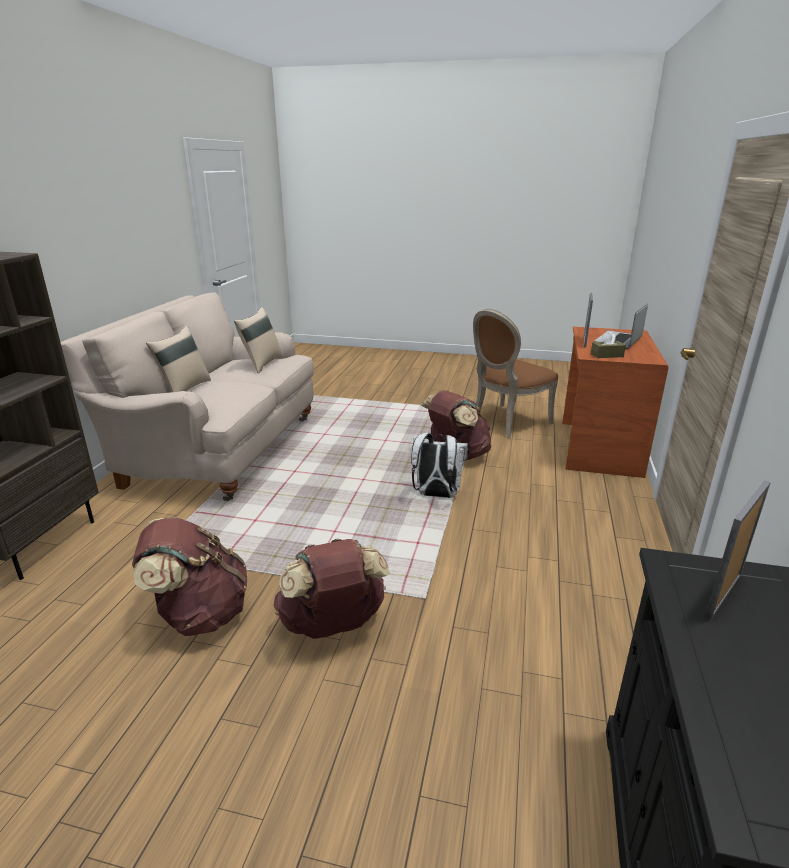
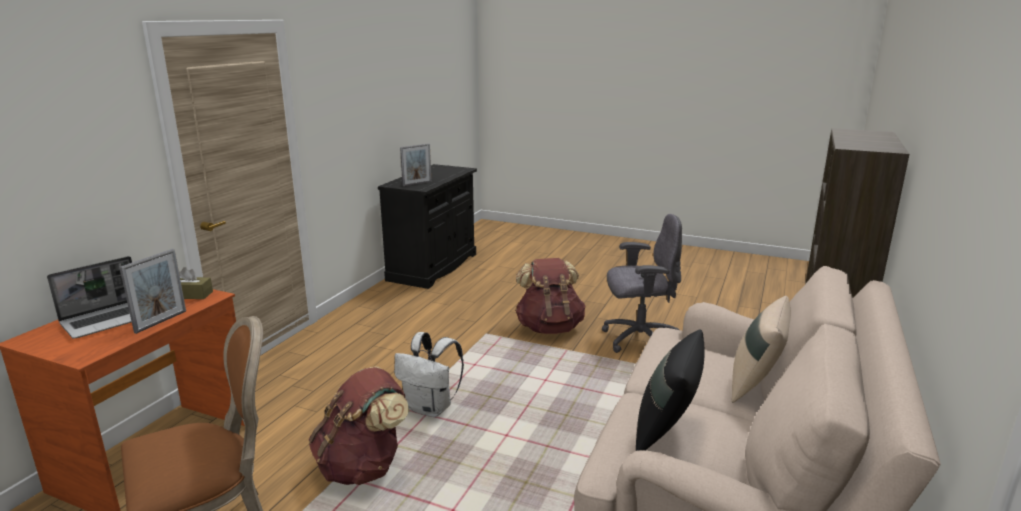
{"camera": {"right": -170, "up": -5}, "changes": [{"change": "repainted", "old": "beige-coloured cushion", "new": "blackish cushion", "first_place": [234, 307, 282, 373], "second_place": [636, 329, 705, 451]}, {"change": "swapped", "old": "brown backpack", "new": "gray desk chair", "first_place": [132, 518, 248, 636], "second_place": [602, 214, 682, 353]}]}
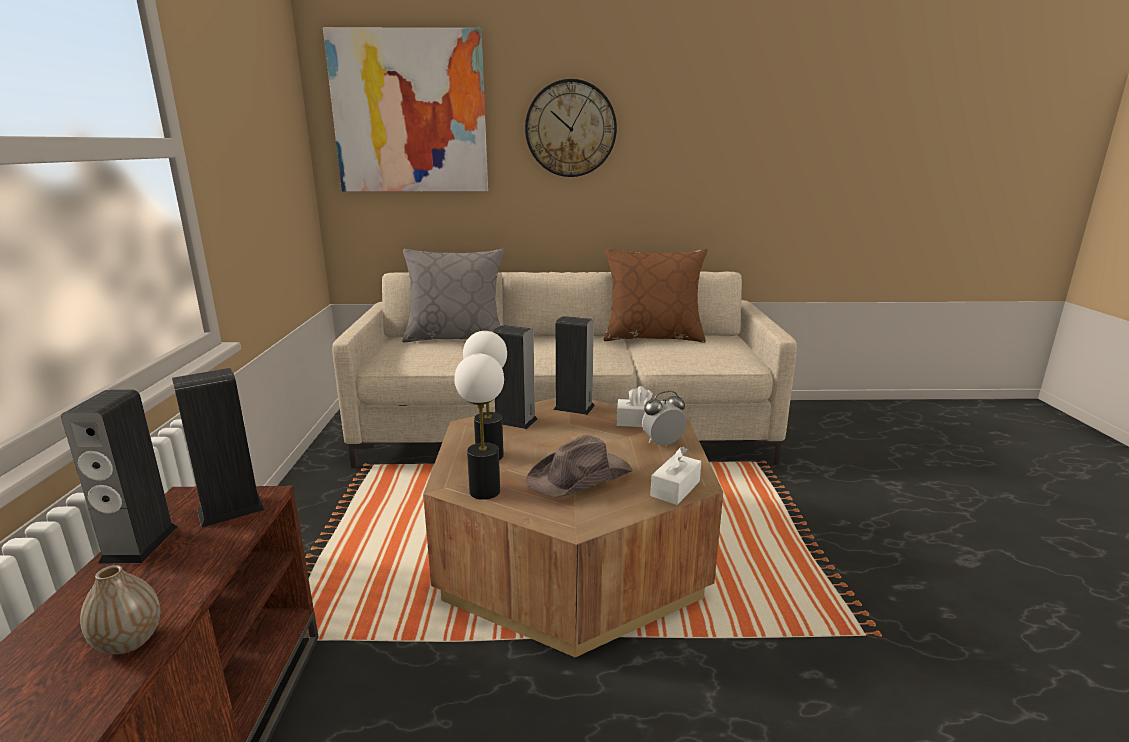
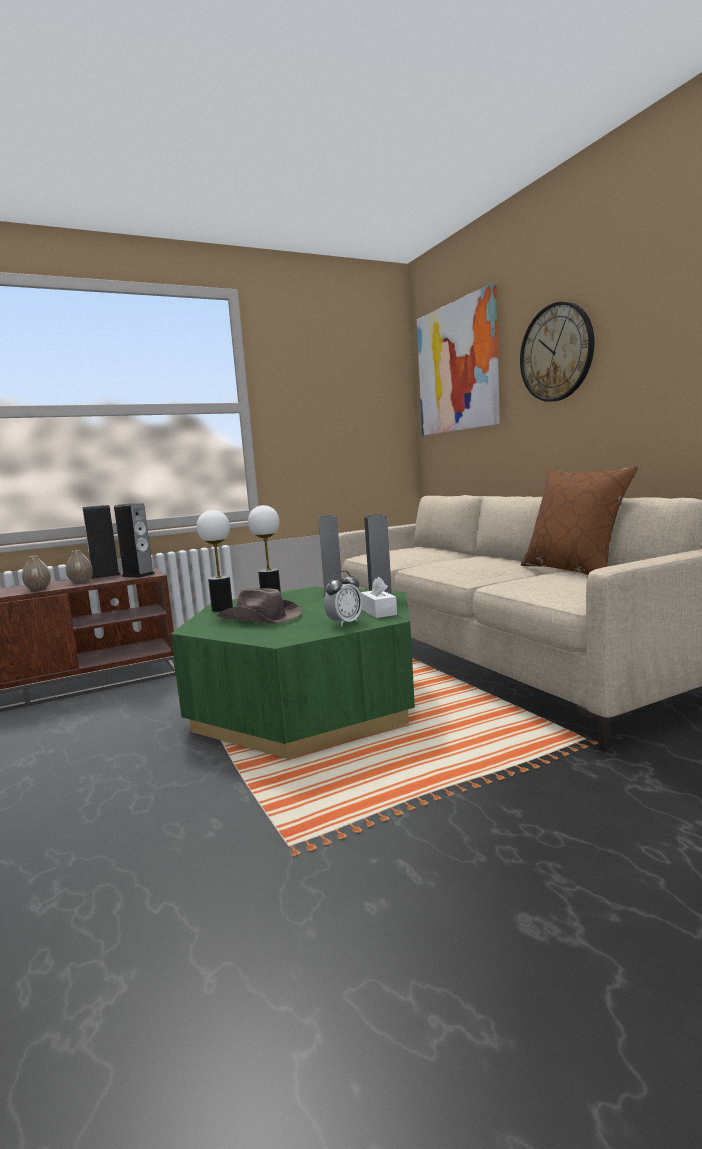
{"camera": {"right": 65, "up": -10}, "changes": [{"change": "gone", "old": "gray cushion", "first_place": [402, 249, 505, 343]}, {"change": "rotated", "old": "bedside clock", "first_place": [642, 391, 687, 446], "second_place": [324, 571, 362, 627], "degrees": 90}, {"change": "repainted", "old": "brown coffee table", "new": "green coffee table", "first_place": [423, 398, 723, 657], "second_place": [171, 586, 415, 759]}, {"change": "gone", "old": "white box of tissues", "first_place": [650, 447, 701, 505]}, {"change": "new", "new": "decorative vase", "second_place": [66, 550, 93, 584]}]}
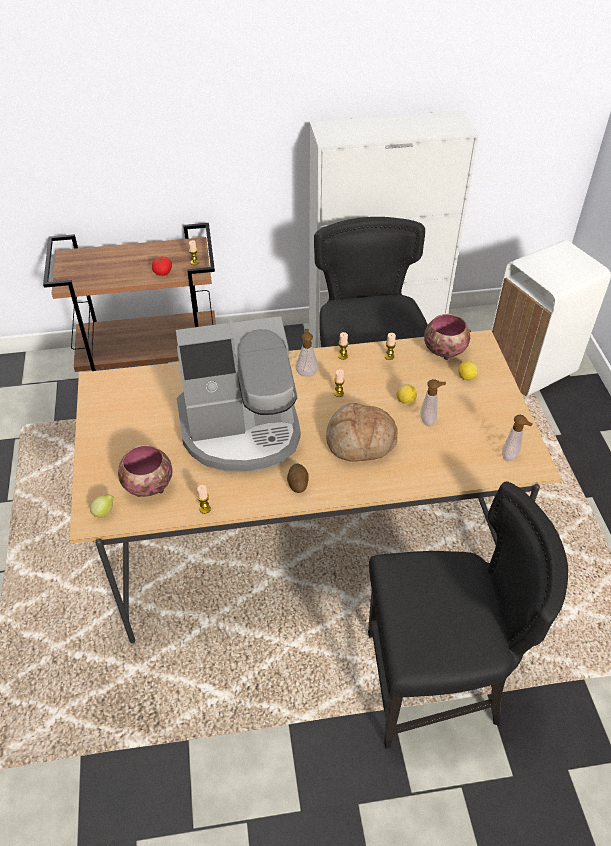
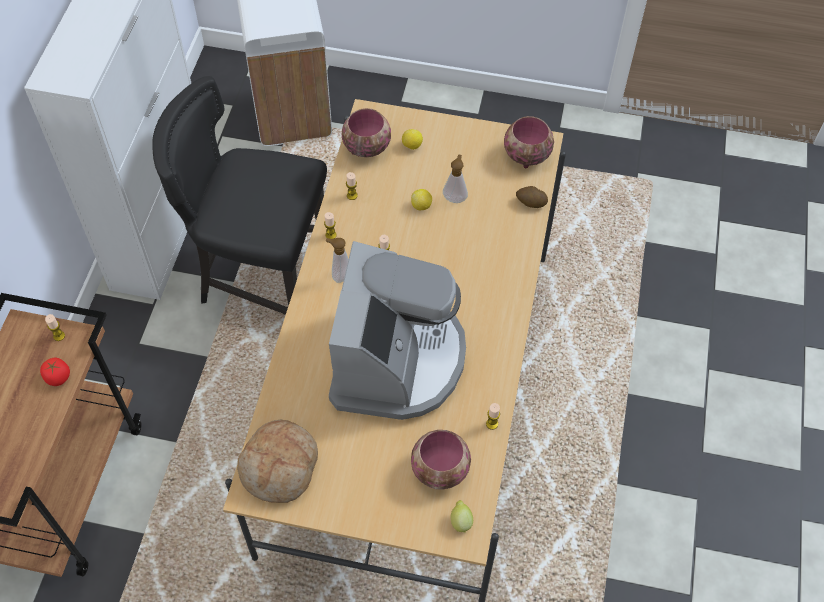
{"camera": {"right": -70, "up": 10}, "changes": [{"change": "shifted", "old": "baked bread", "first_place": [326, 403, 398, 462], "second_place": [237, 420, 318, 503]}, {"change": "swapped", "old": "soap dispenser", "new": "deep dish", "first_place": [502, 415, 533, 461], "second_place": [504, 116, 554, 168]}, {"change": "shifted", "old": "spud", "first_place": [287, 464, 309, 493], "second_place": [516, 186, 548, 208]}, {"change": "gone", "old": "blackish upright chair", "first_place": [368, 481, 568, 749]}]}
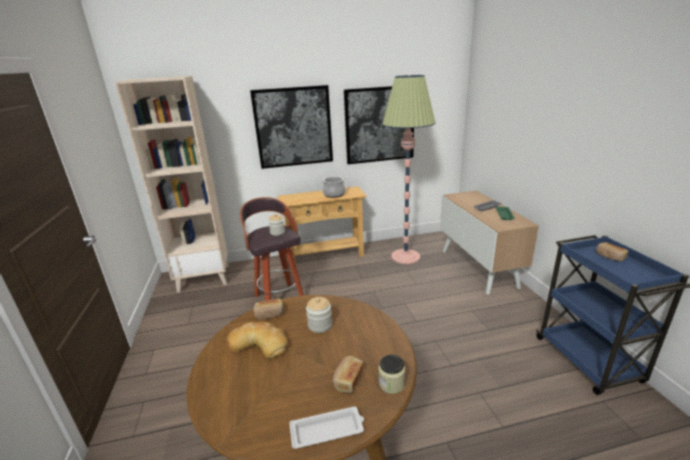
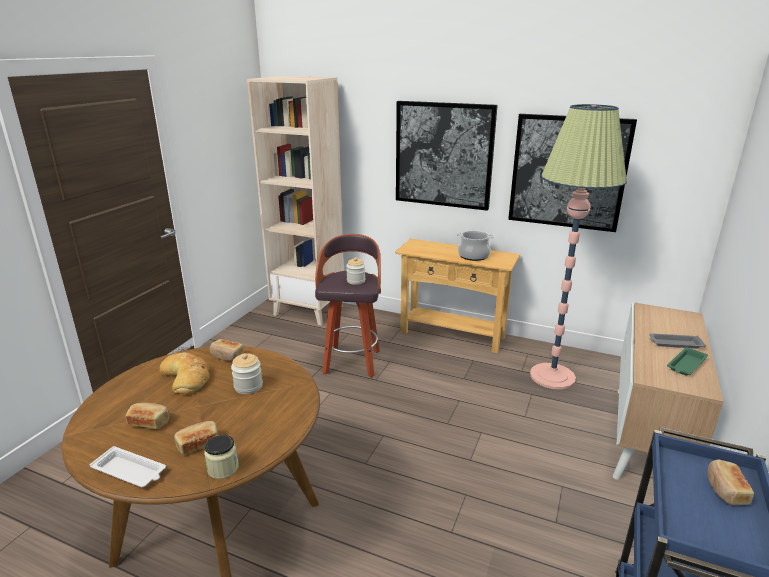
{"camera": {"right": 35, "up": 0}, "changes": [{"change": "new", "new": "baked bread", "second_place": [125, 403, 170, 429]}]}
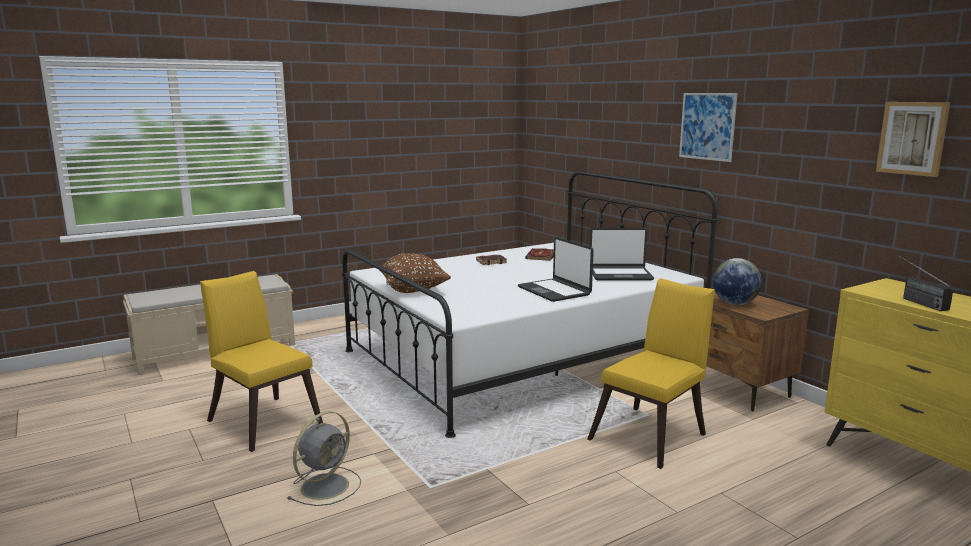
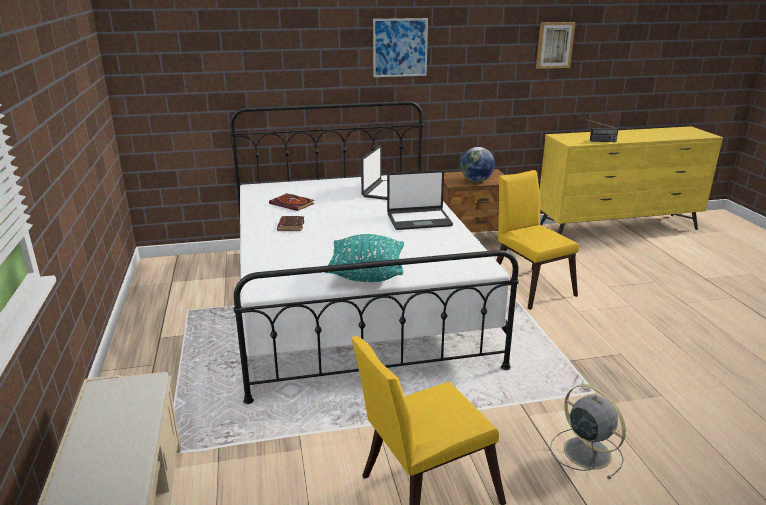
{"camera": {"right": -70, "up": 10}, "changes": [{"change": "repainted", "old": "brown cushion", "new": "turquoise-coloured cushion", "first_place": [379, 253, 451, 293], "second_place": [325, 234, 404, 282]}]}
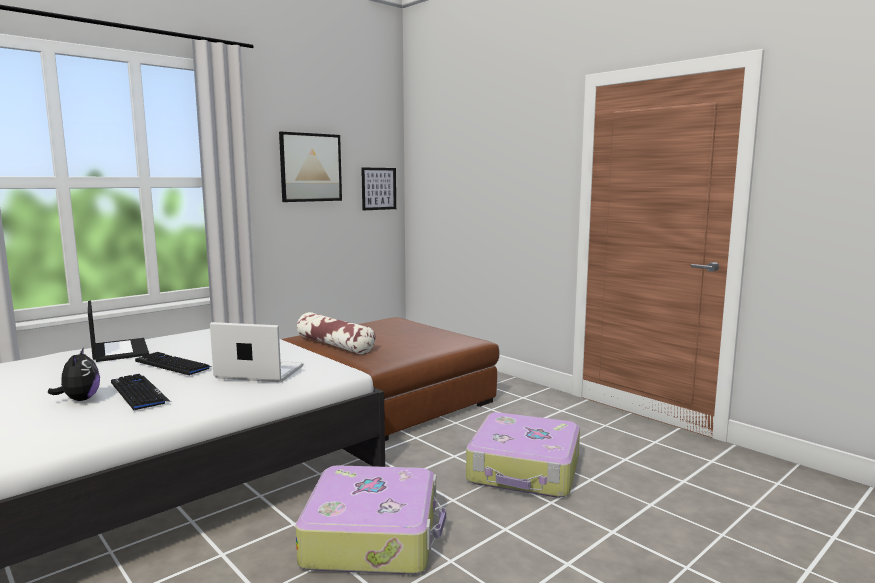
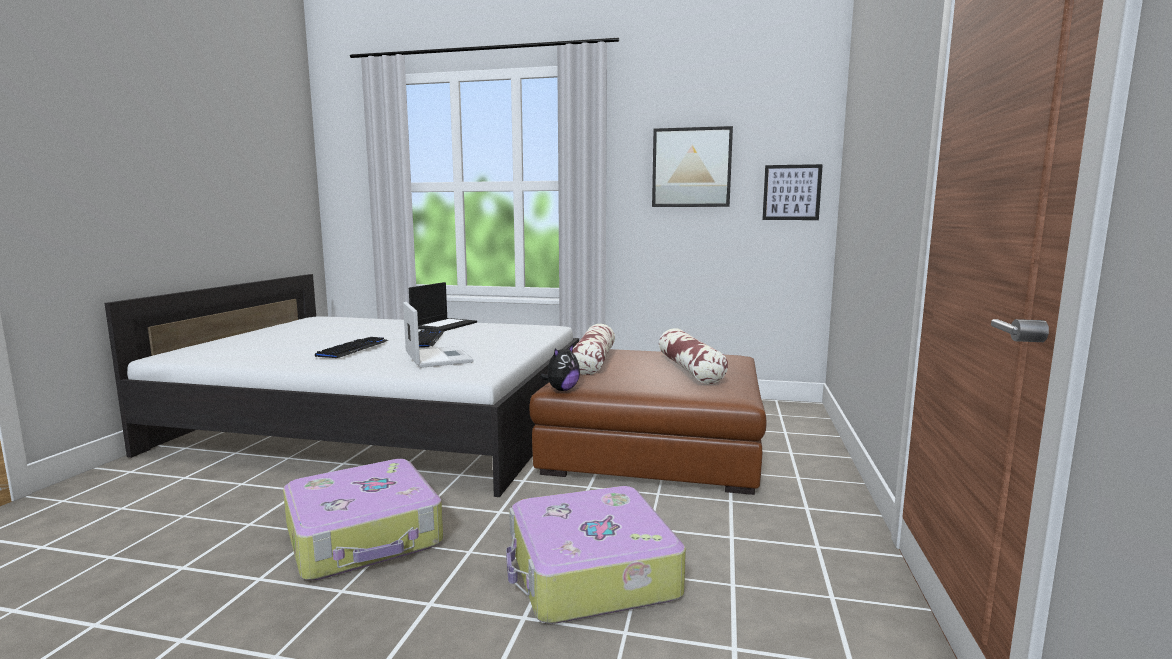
{"camera": {"right": 55, "up": 0}, "changes": [{"change": "shifted", "old": "plush toy", "first_place": [48, 347, 100, 401], "second_place": [540, 345, 580, 391]}, {"change": "new", "new": "cushion", "second_place": [659, 328, 728, 384]}]}
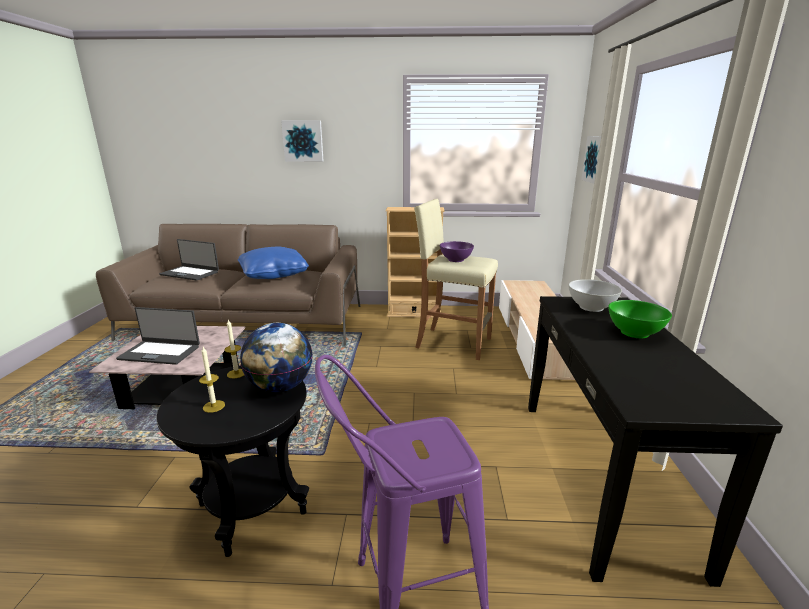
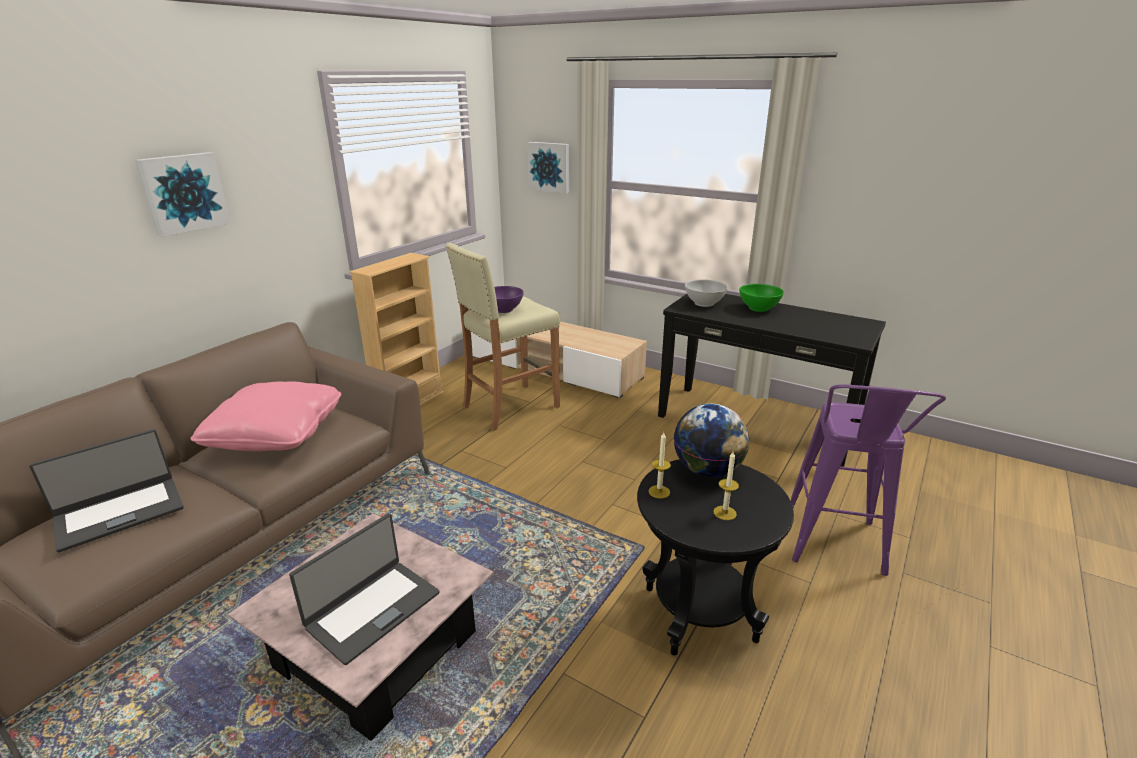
{"camera": {"right": -60, "up": 5}, "changes": [{"change": "repainted", "old": "blue-coloured cushion", "new": "pink cushion", "first_place": [238, 247, 309, 279], "second_place": [190, 381, 341, 451]}]}
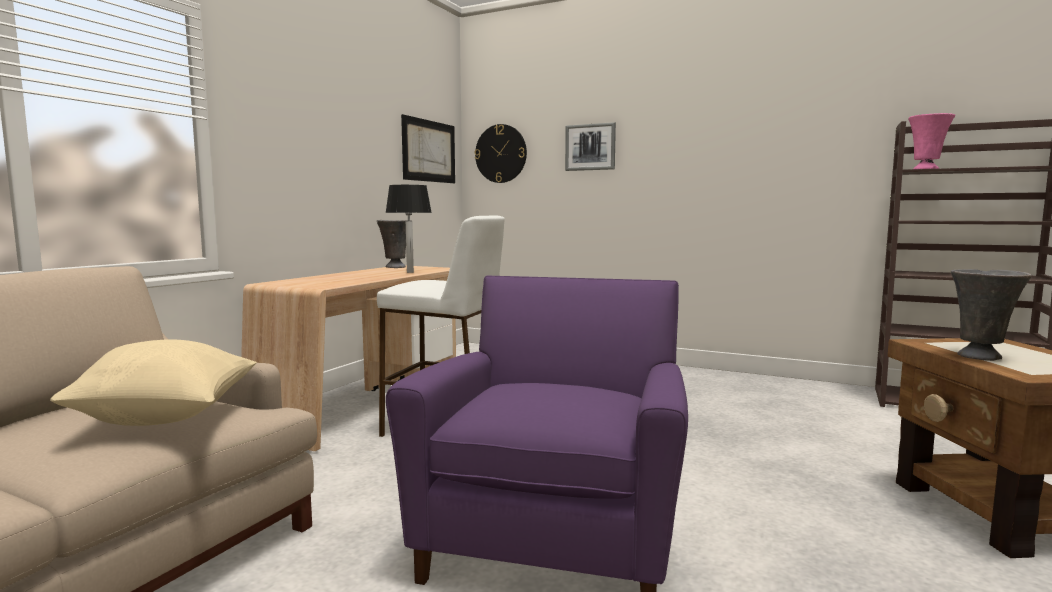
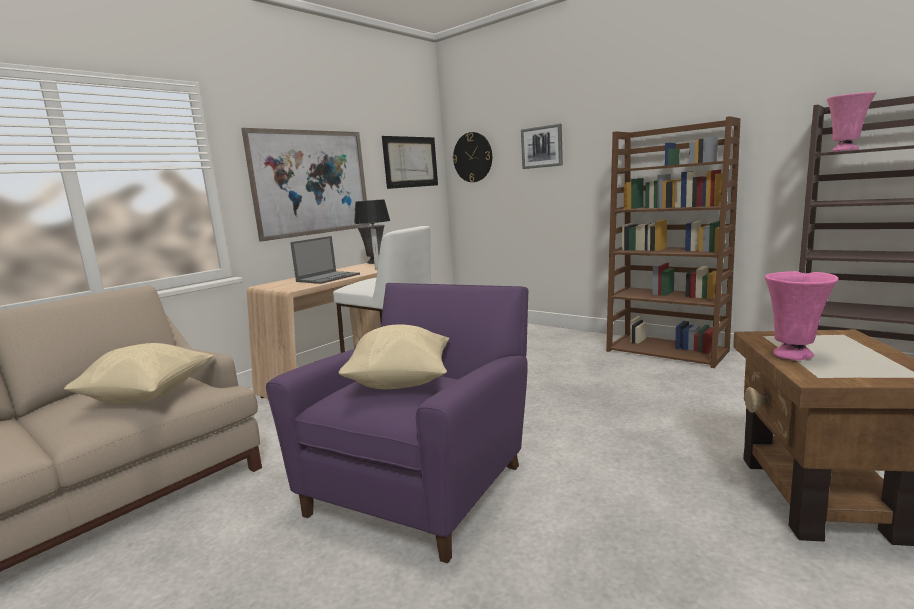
{"camera": {"right": 15, "up": 5}, "changes": [{"change": "repainted", "old": "gray decorative vase", "new": "pink decorative vase", "first_place": [951, 269, 1032, 361], "second_place": [765, 271, 839, 360]}, {"change": "new", "new": "brown bookcase", "second_place": [606, 116, 741, 368]}, {"change": "new", "new": "picture", "second_place": [241, 128, 370, 242]}, {"change": "new", "new": "laptop", "second_place": [290, 236, 360, 284]}, {"change": "new", "new": "beige-coloured cushion", "second_place": [339, 324, 449, 389]}]}
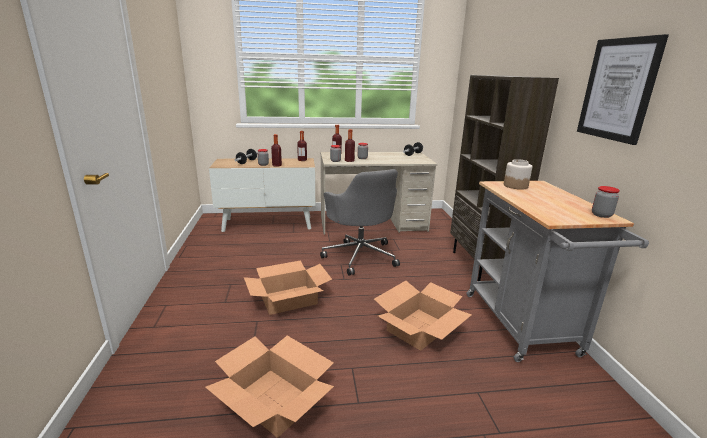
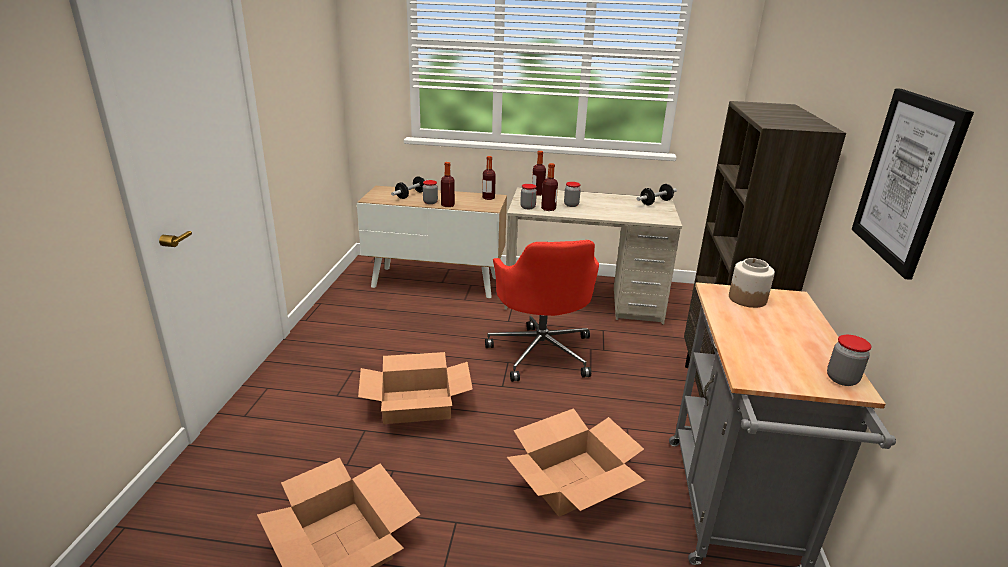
{"camera": {"right": 15, "up": 5}, "changes": [{"change": "repainted", "old": "gray desk chair", "new": "red desk chair", "first_place": [320, 169, 400, 276], "second_place": [485, 240, 599, 382]}]}
